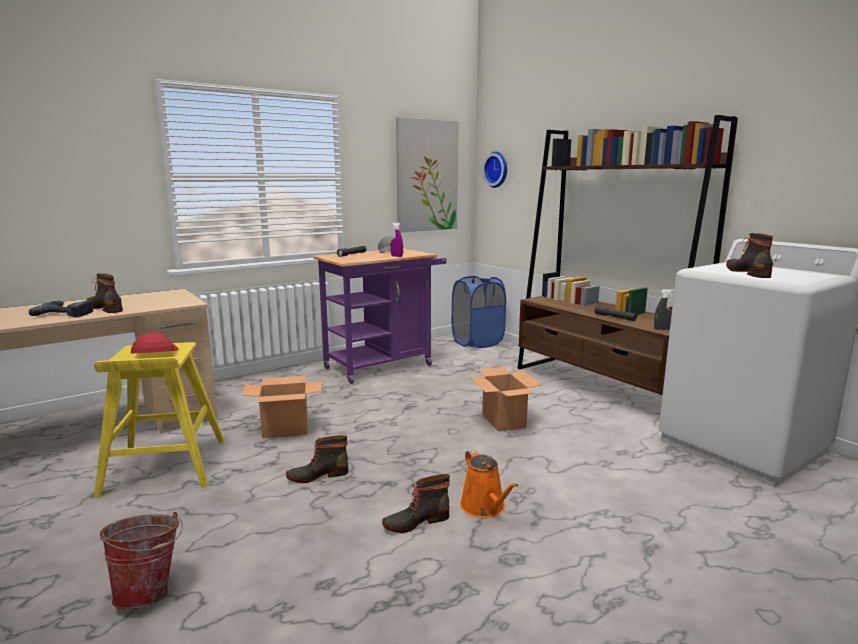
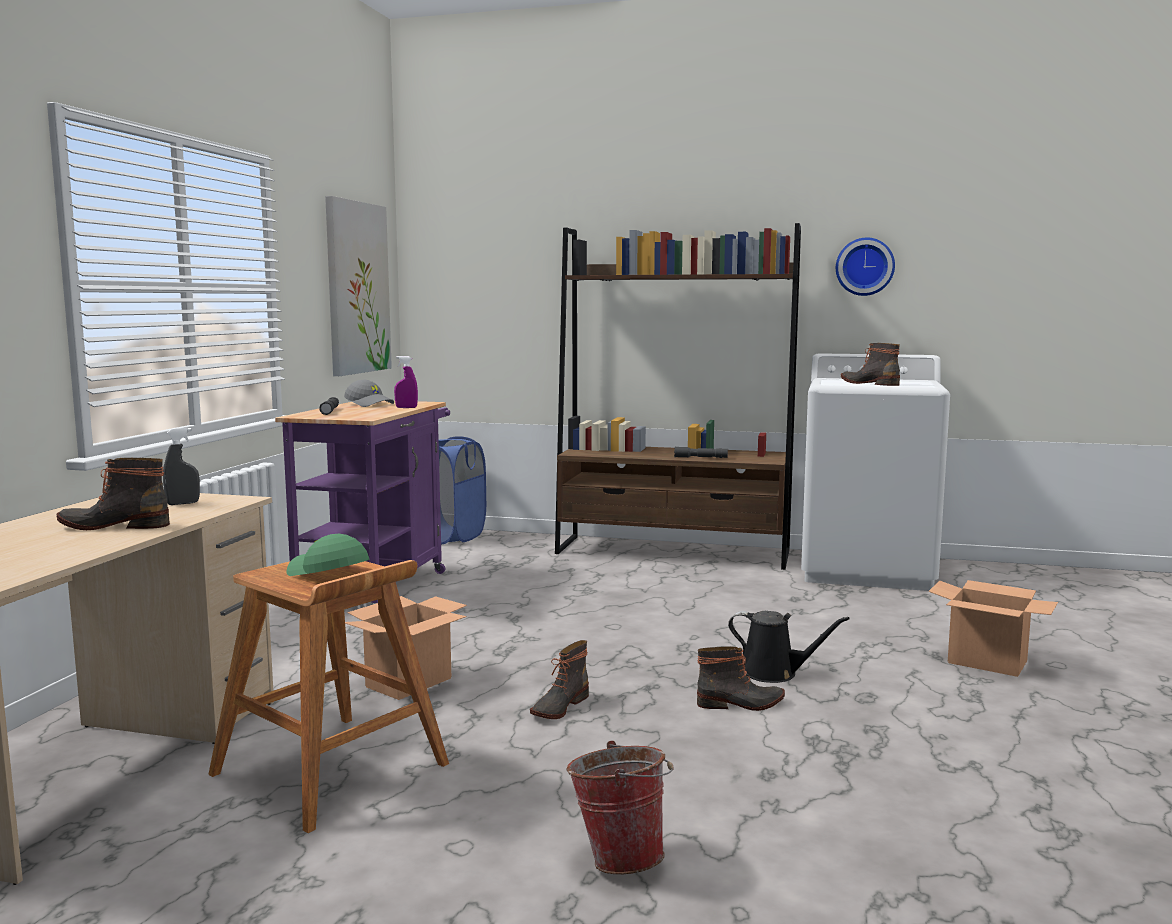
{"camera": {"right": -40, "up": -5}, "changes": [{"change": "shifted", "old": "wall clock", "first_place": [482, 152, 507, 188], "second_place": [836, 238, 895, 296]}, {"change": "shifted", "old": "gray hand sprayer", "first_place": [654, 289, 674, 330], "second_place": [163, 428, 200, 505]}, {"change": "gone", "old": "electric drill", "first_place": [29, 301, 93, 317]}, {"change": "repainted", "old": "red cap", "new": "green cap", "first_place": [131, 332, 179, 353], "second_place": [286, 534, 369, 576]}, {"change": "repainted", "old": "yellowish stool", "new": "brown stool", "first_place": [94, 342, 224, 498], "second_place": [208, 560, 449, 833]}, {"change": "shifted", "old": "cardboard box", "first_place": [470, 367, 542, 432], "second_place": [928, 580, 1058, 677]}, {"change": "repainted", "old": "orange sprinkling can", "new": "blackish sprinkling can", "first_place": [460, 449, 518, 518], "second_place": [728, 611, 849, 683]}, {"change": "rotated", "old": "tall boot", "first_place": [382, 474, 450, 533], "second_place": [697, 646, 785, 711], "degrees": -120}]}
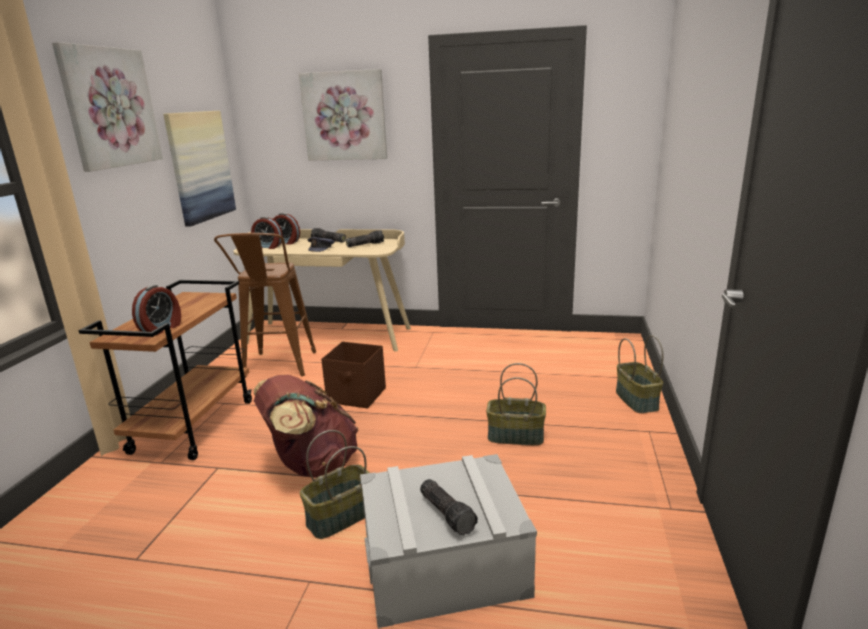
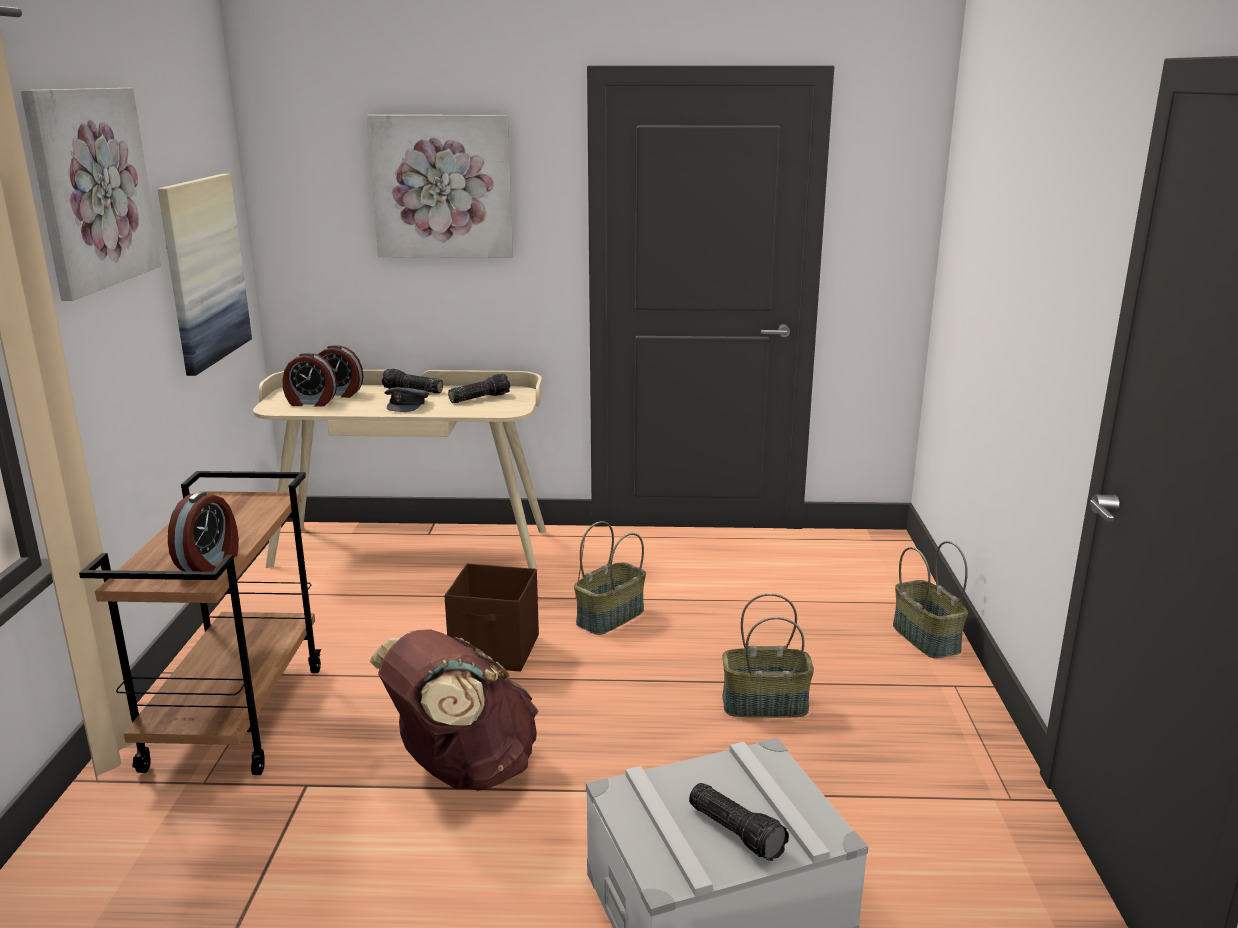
{"camera": {"right": -10, "up": 0}, "changes": [{"change": "gone", "old": "brown stool", "first_place": [214, 233, 316, 378]}, {"change": "shifted", "old": "storage basket", "first_place": [300, 430, 370, 539], "second_place": [574, 521, 646, 635]}]}
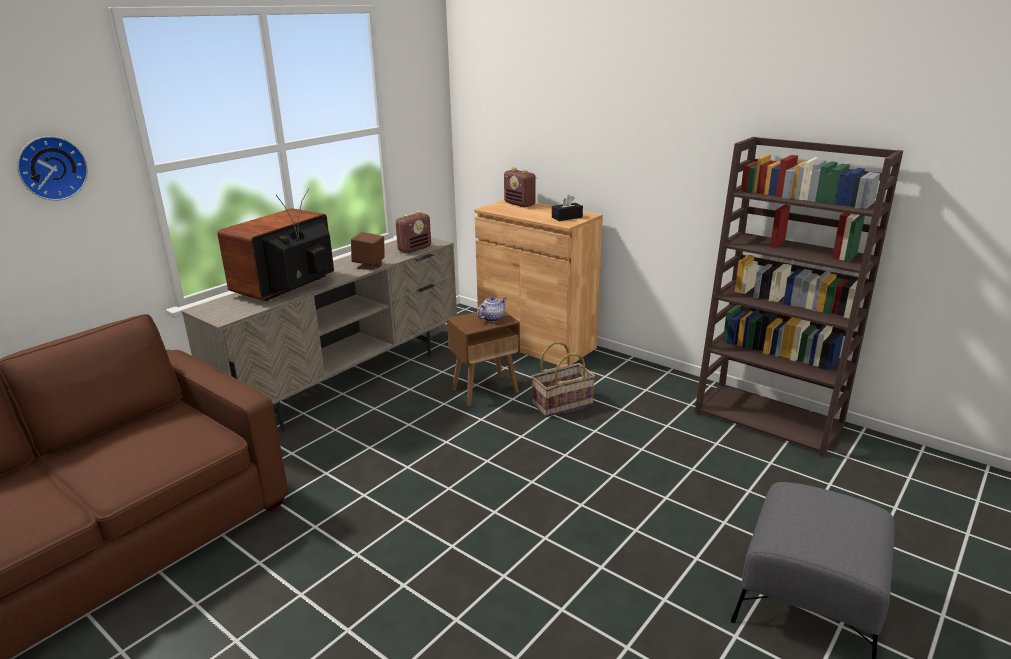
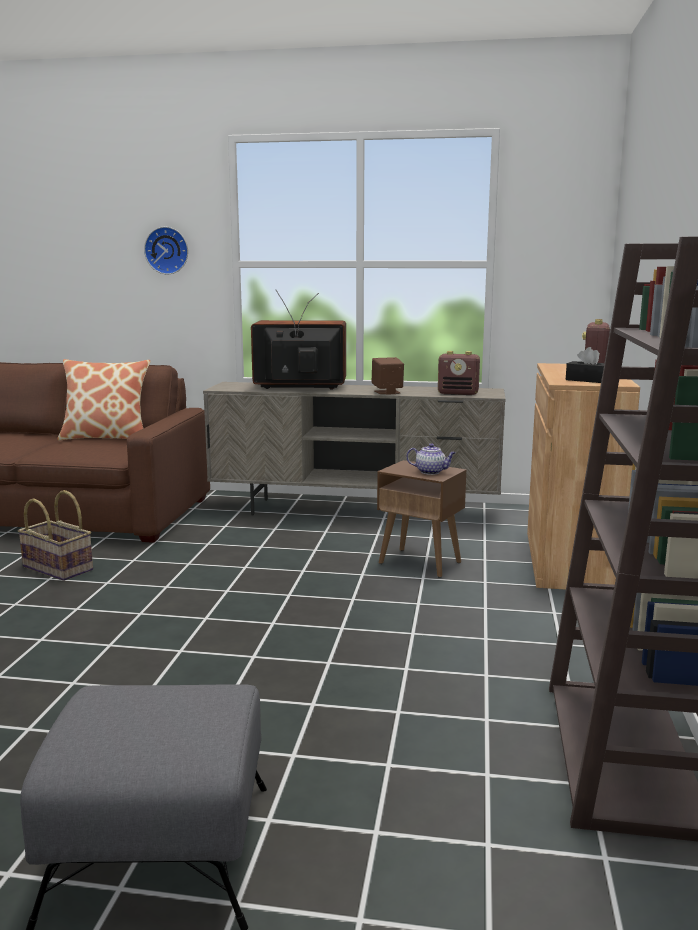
{"camera": {"right": 60, "up": -10}, "changes": [{"change": "shifted", "old": "storage basket", "first_place": [531, 341, 595, 417], "second_place": [18, 490, 93, 581]}, {"change": "new", "new": "cushion", "second_place": [57, 359, 151, 440]}]}
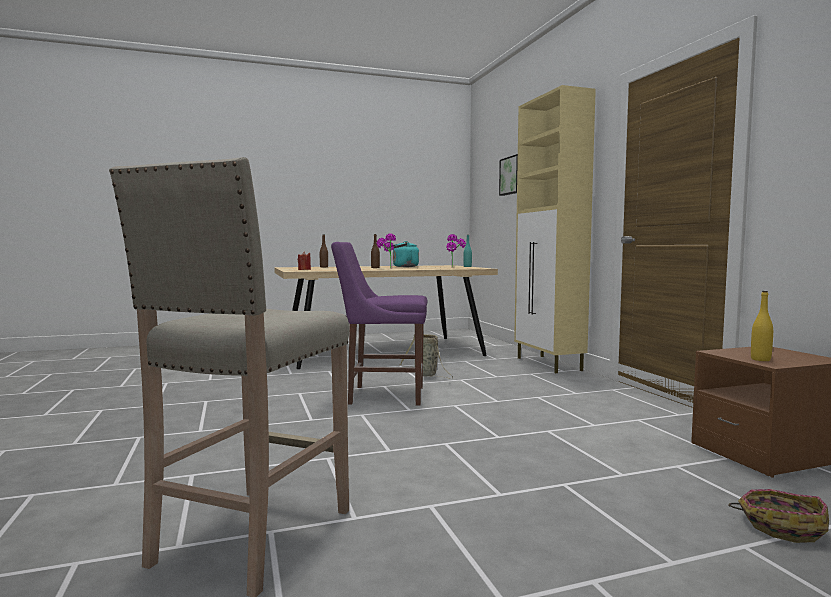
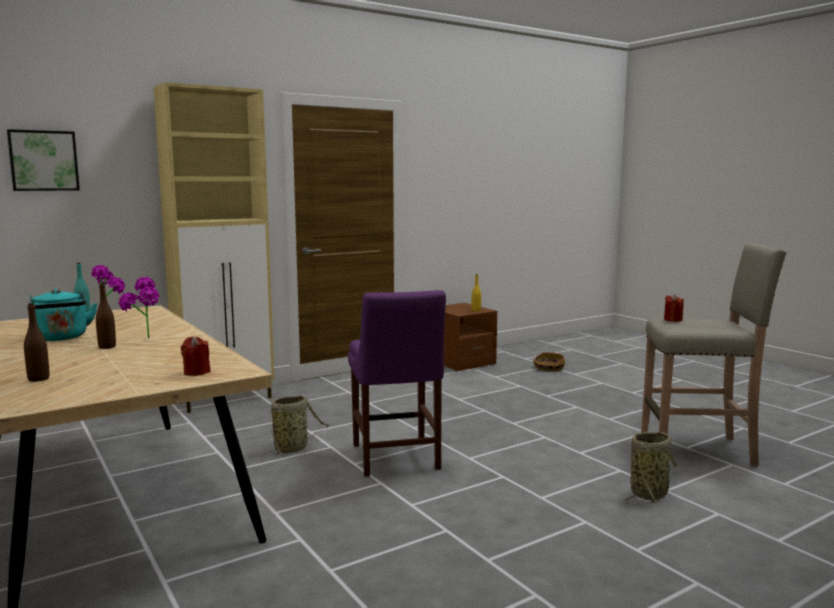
{"camera": {"right": -105, "up": 5}, "changes": [{"change": "new", "new": "red wax candle", "second_place": [664, 294, 684, 322]}, {"change": "new", "new": "storage basket", "second_place": [625, 432, 678, 504]}]}
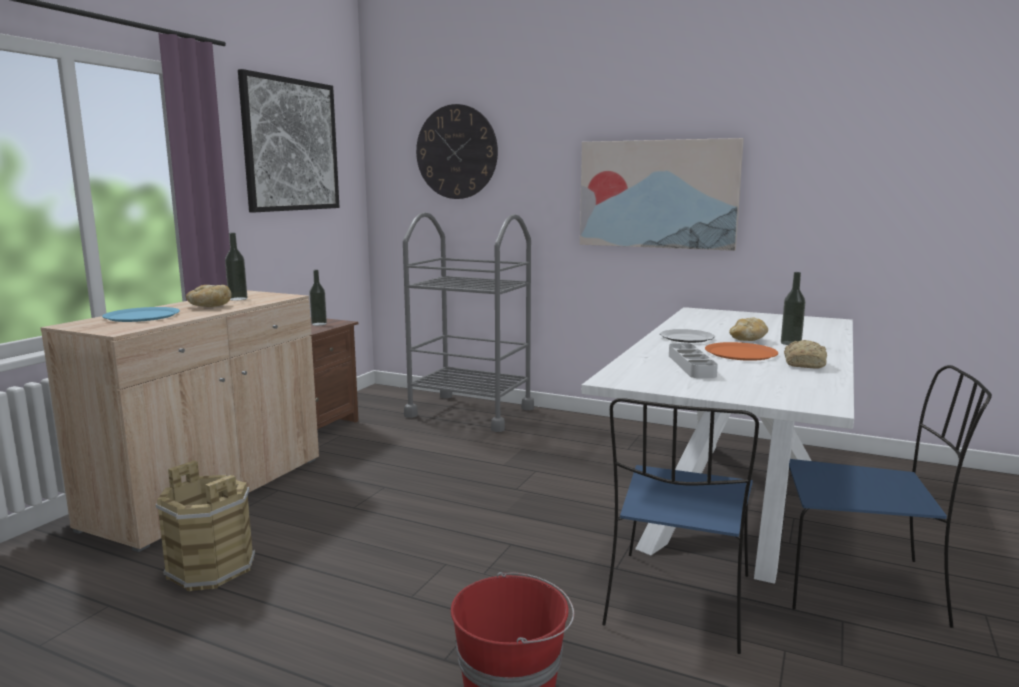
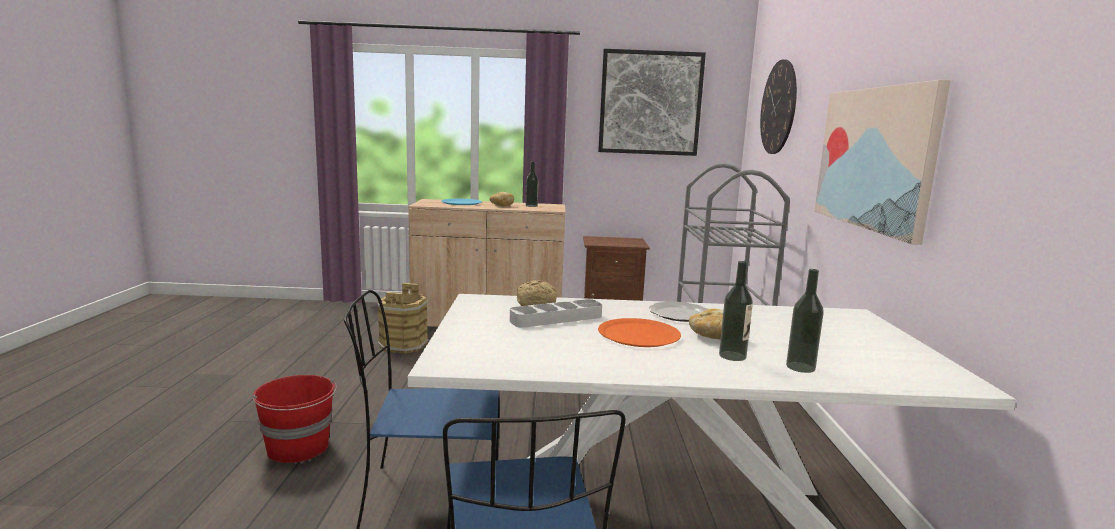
{"camera": {"right": 65, "up": 0}, "changes": [{"change": "shifted", "old": "beverage bottle", "first_place": [309, 270, 327, 326], "second_place": [786, 269, 824, 373]}, {"change": "shifted", "old": "baked bread", "first_place": [784, 340, 827, 368], "second_place": [517, 280, 557, 306]}]}
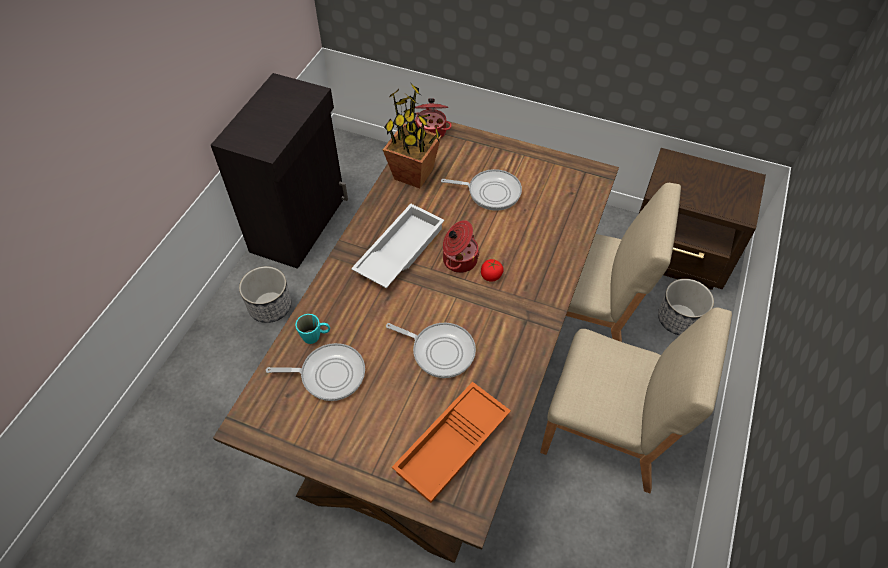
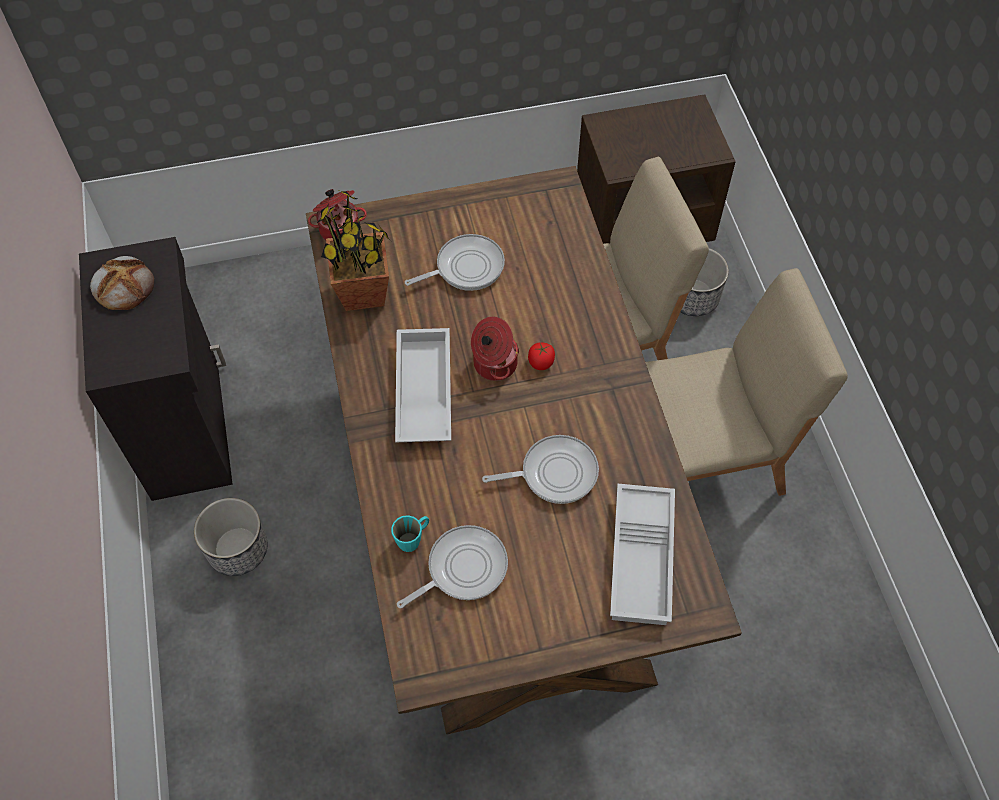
{"camera": {"right": -35, "up": 5}, "changes": [{"change": "repainted", "old": "orange tray", "new": "white tray", "first_place": [392, 382, 511, 503], "second_place": [610, 484, 675, 625]}, {"change": "new", "new": "baked bread", "second_place": [90, 256, 154, 310]}]}
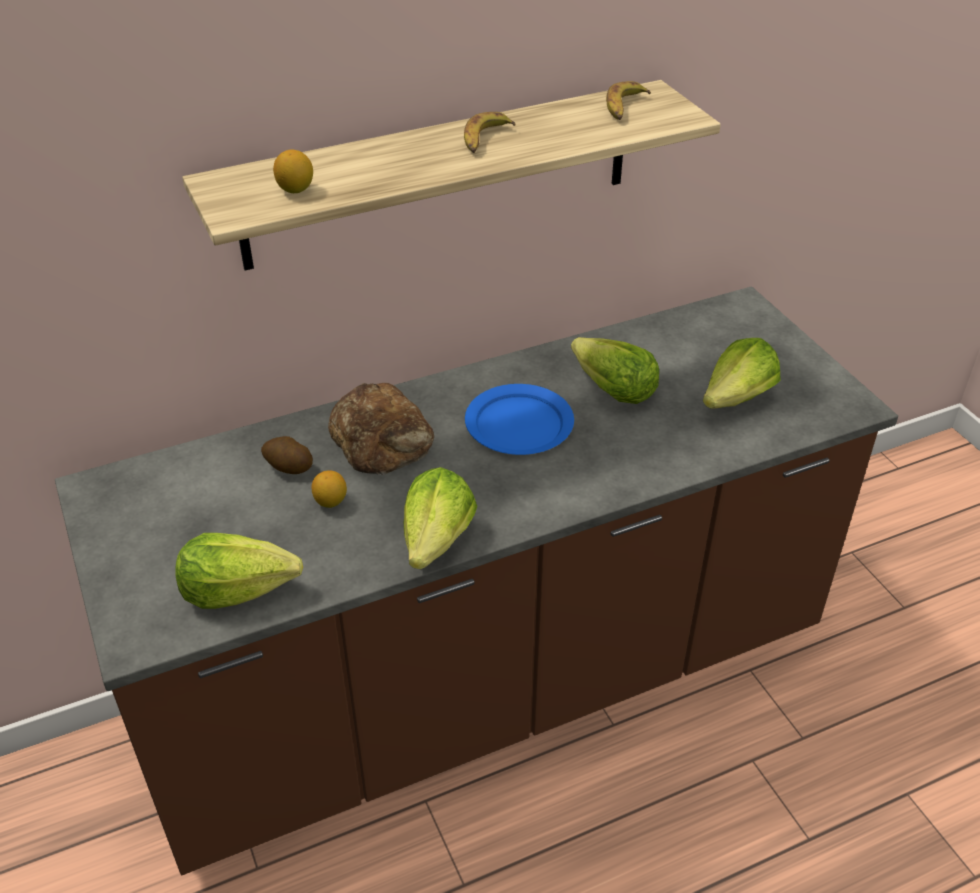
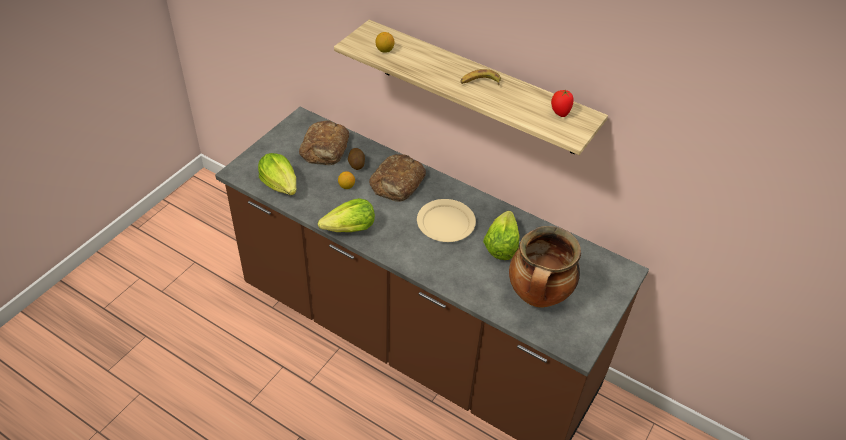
{"camera": {"right": 55, "up": 5}, "changes": [{"change": "swapped", "old": "banana", "new": "tomato", "first_place": [606, 81, 651, 120], "second_place": [551, 90, 573, 117]}, {"change": "swapped", "old": "head of lettuce", "new": "saucepot", "first_place": [703, 338, 781, 409], "second_place": [509, 226, 581, 308]}, {"change": "repainted", "old": "blue-coloured plate", "new": "beige-coloured plate", "first_place": [465, 384, 574, 455], "second_place": [417, 199, 476, 242]}, {"change": "new", "new": "baked bread", "second_place": [299, 120, 349, 165]}]}
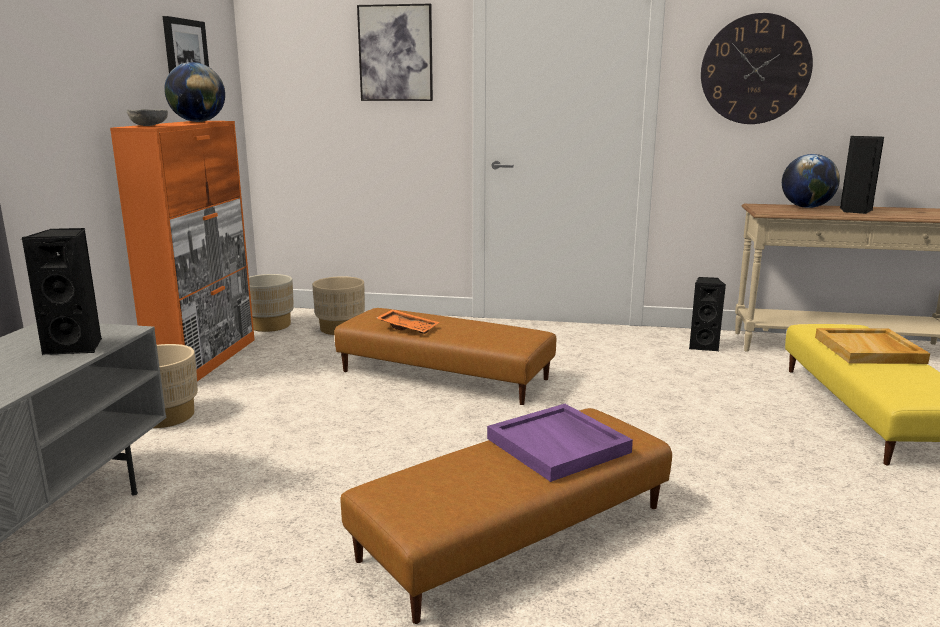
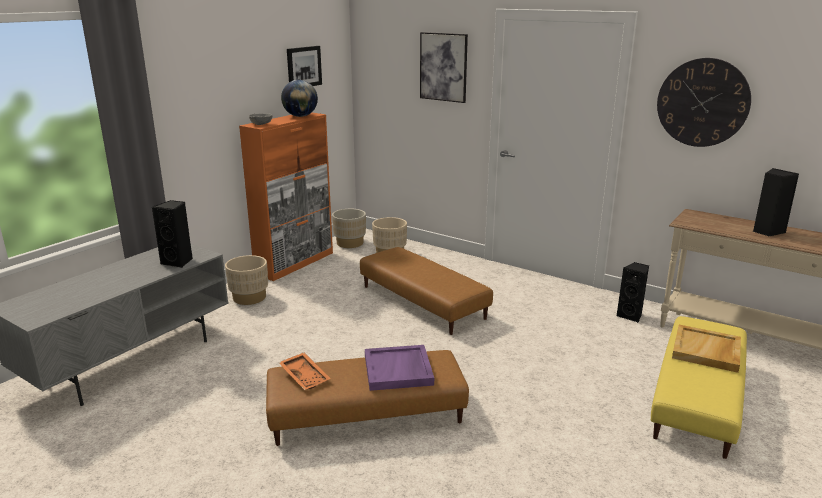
{"camera": {"right": 25, "up": 5}, "changes": [{"change": "gone", "old": "world globe", "first_place": [782, 154, 840, 208]}, {"change": "shifted", "old": "orange tray", "first_place": [377, 309, 439, 334], "second_place": [279, 352, 331, 390]}]}
